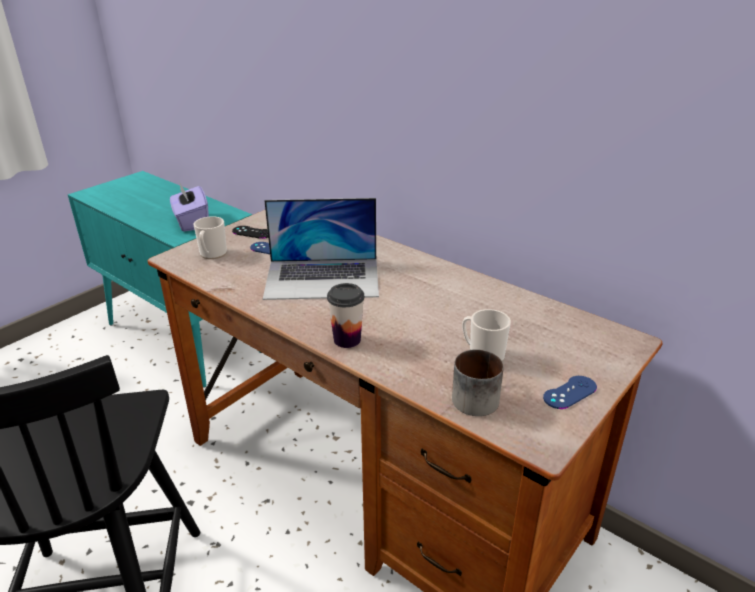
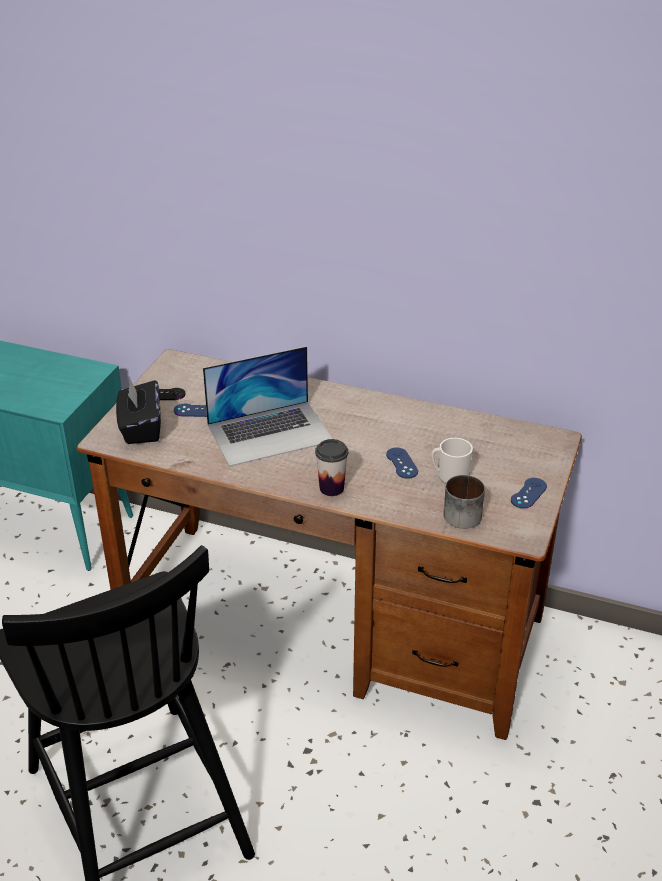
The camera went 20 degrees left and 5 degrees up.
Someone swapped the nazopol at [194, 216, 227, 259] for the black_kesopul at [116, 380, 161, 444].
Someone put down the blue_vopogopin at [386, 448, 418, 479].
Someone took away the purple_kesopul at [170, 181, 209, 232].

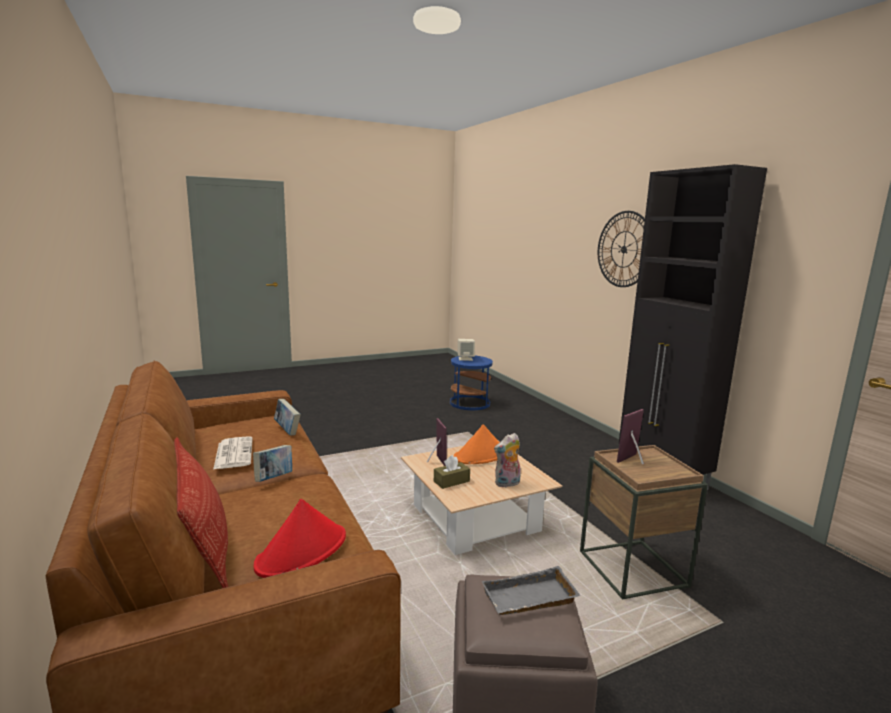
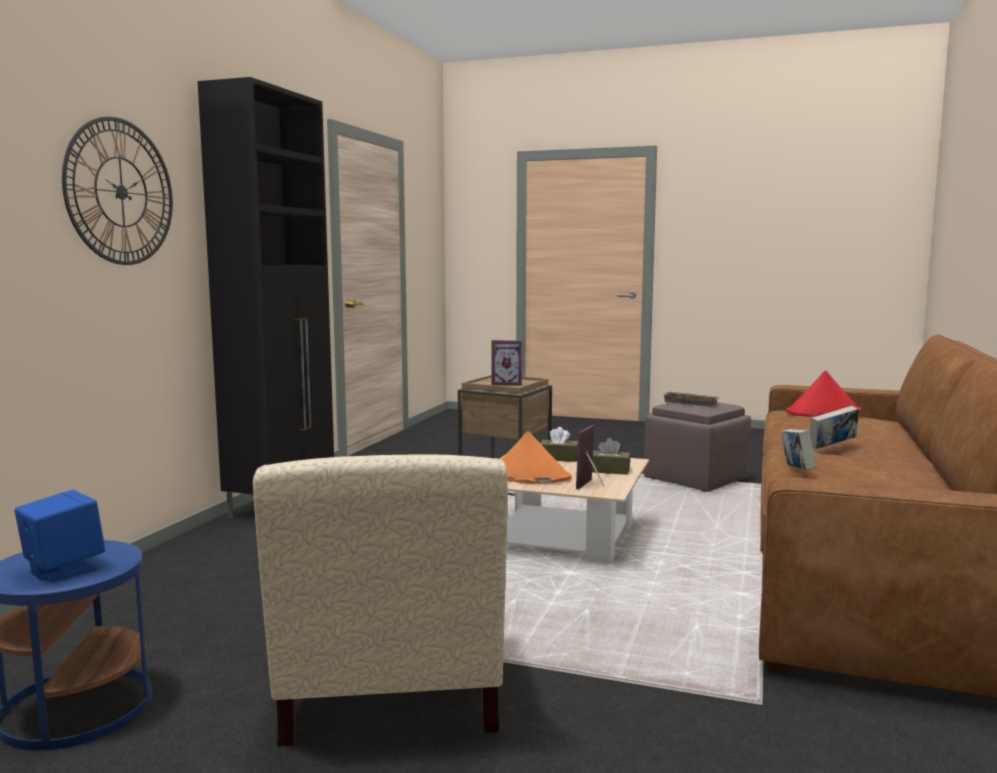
The camera went 135 degrees left and 5 degrees down.
Someone repainted the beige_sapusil at [458, 339, 475, 361], which became the blue_sapusil at [15, 490, 105, 581].
Someone put down the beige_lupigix at [253, 454, 508, 747].
Someone swapped the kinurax at [494, 433, 521, 487] for the brown_kesopul at [540, 427, 578, 462].
Someone took away the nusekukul at [174, 437, 228, 588].
Someone took away the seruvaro at [213, 436, 253, 470].

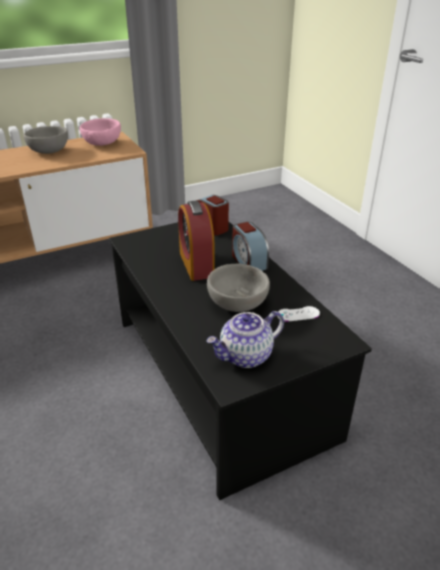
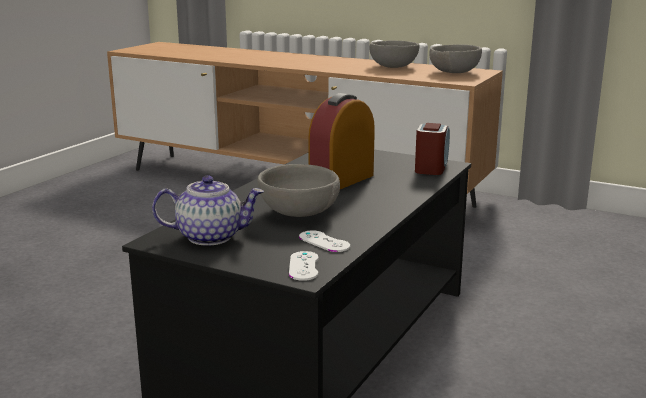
The camera went 55 degrees right and 15 degrees down.
Someone rotated the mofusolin at [206, 311, 284, 368] by 150 degrees clockwise.
Someone put down the white_vopogopin at [289, 251, 319, 281].
Someone repainted the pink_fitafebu at [80, 118, 121, 146], which became the grey_fitafebu at [429, 44, 482, 73].
Someone took away the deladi at [232, 222, 269, 271].

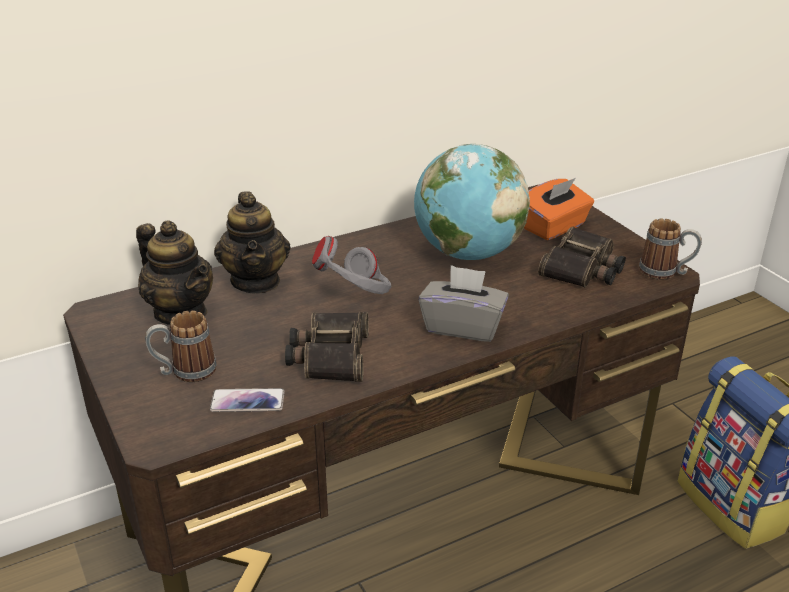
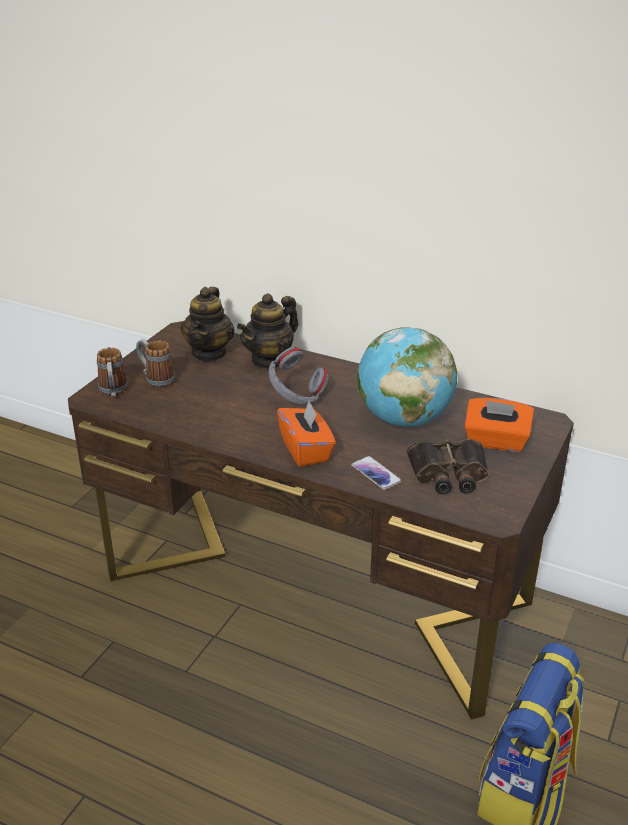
The camera went 55 degrees right and 0 degrees up.
Someone carried the nazopol from [639, 218, 702, 280] to [97, 347, 128, 397].
Someone repainted the grey_kesopul at [419, 265, 509, 342], which became the orange_kesopul at [277, 401, 336, 467].
Someone carried the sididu from [210, 388, 285, 412] to [351, 456, 402, 490].
Someone took away the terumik at [285, 312, 369, 382].

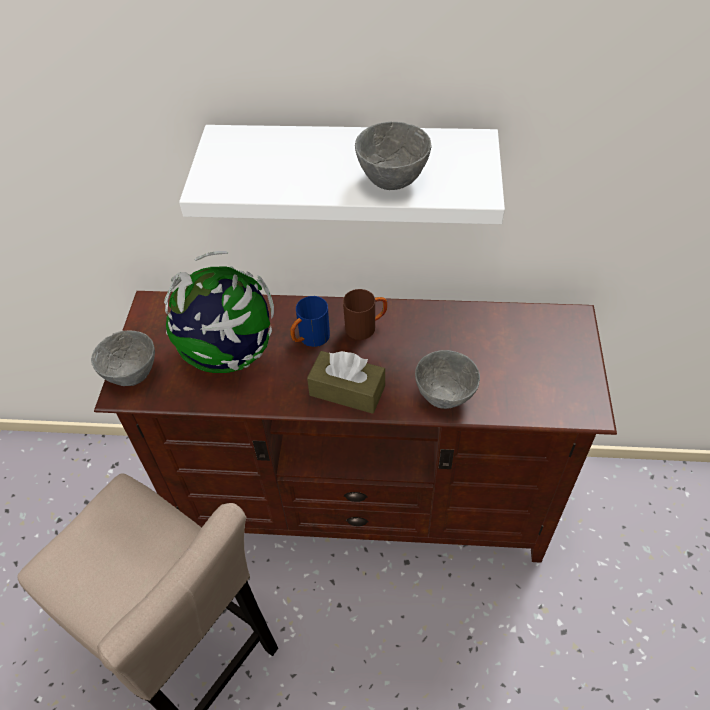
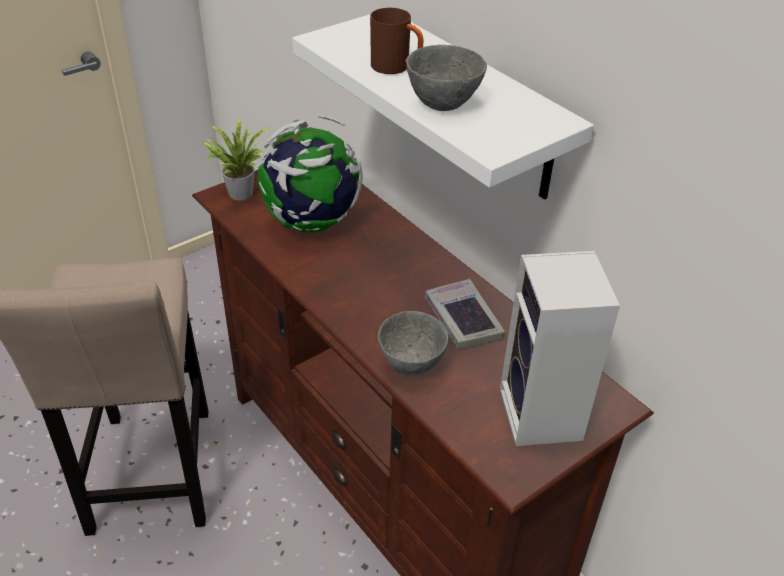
The camera went 45 degrees right and 10 degrees down.
Someone swapped the grey_fitafebu at [91, 330, 155, 386] for the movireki at [202, 117, 272, 201].
Someone carried the brown_nazopol from [343, 289, 387, 340] to [370, 8, 423, 74].
Someone put down the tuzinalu at [425, 279, 505, 349].
Someone put down the sapusil at [500, 251, 620, 446].
Someone took away the blue_nazopol at [290, 296, 330, 347].
Someone took away the brown_kesopul at [307, 351, 385, 414].

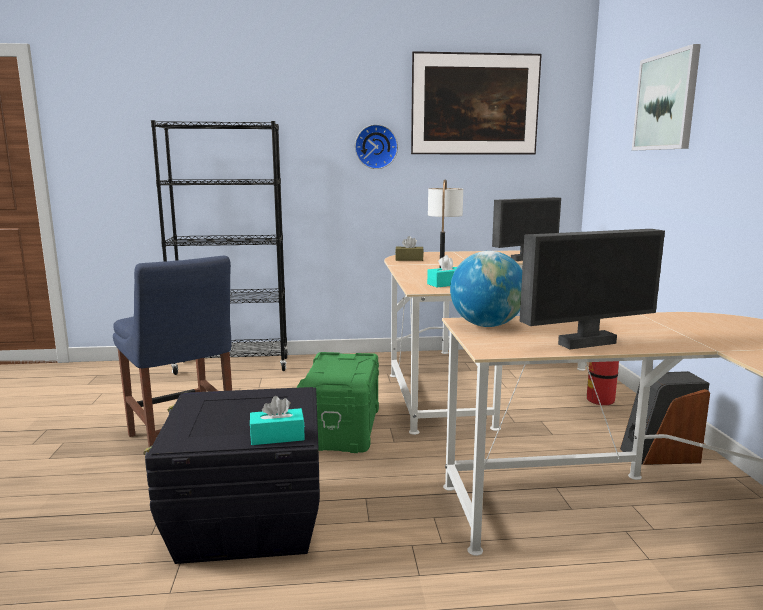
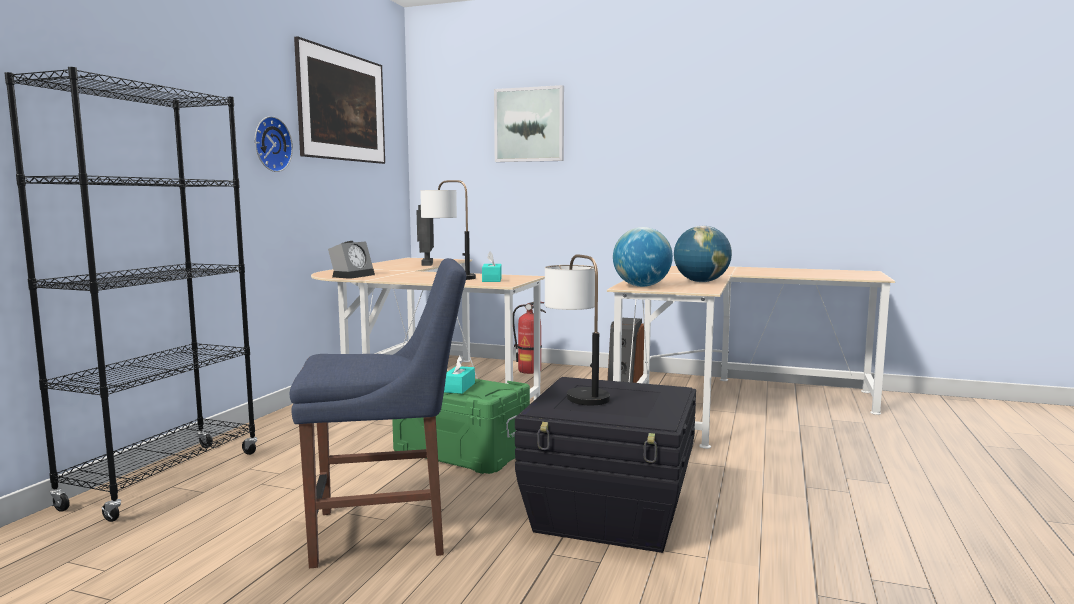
The camera went 65 degrees left and 5 degrees down.
Someone swapped the brown_kesopul at [395, 236, 424, 261] for the deladi at [328, 241, 375, 279].
Someone carried the turquoise_kesopul from [250, 396, 305, 445] to [444, 355, 475, 394].
Someone put down the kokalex at [545, 254, 610, 405].
Someone swapped the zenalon at [520, 229, 665, 349] for the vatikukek at [674, 226, 732, 282].

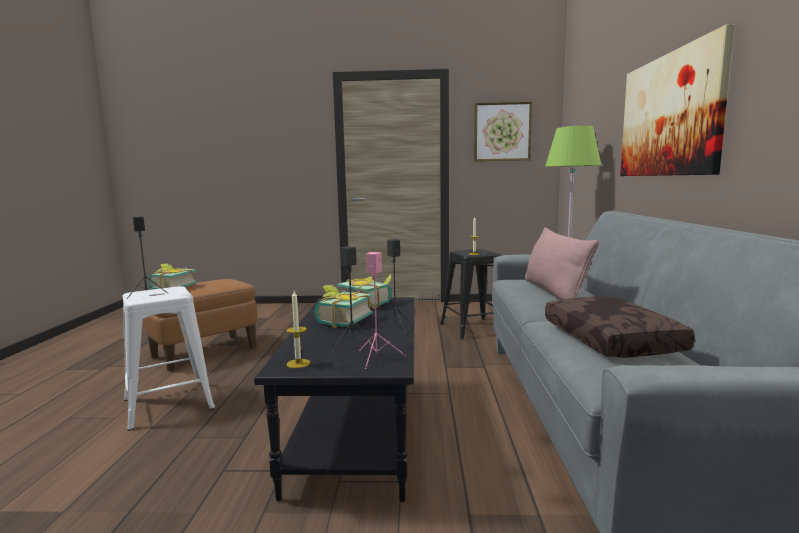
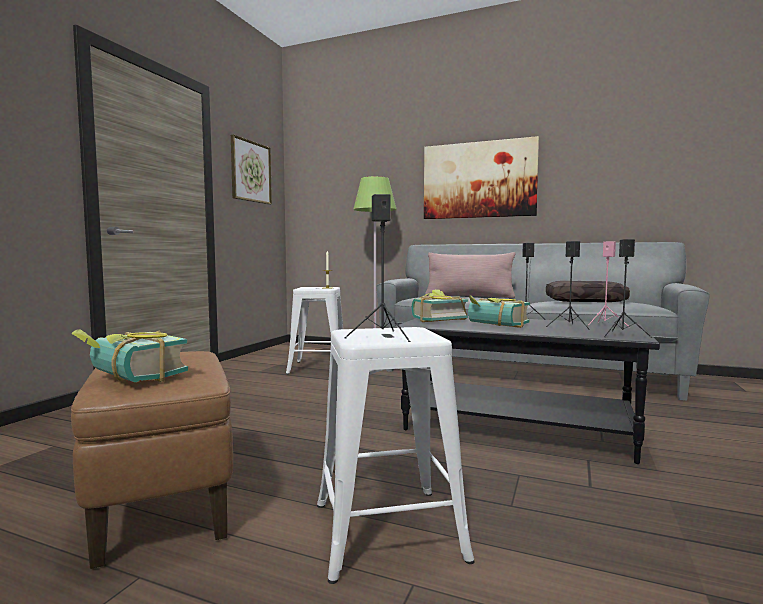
The camera went 70 degrees left and 5 degrees down.
Someone repainted the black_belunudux at [440, 249, 501, 339], which became the white_belunudux at [286, 287, 343, 374].
Someone swapped the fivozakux at [286, 291, 310, 368] for the black_sapusil at [604, 239, 653, 338].

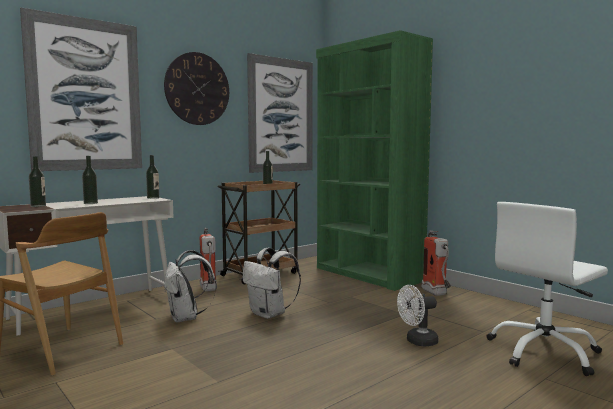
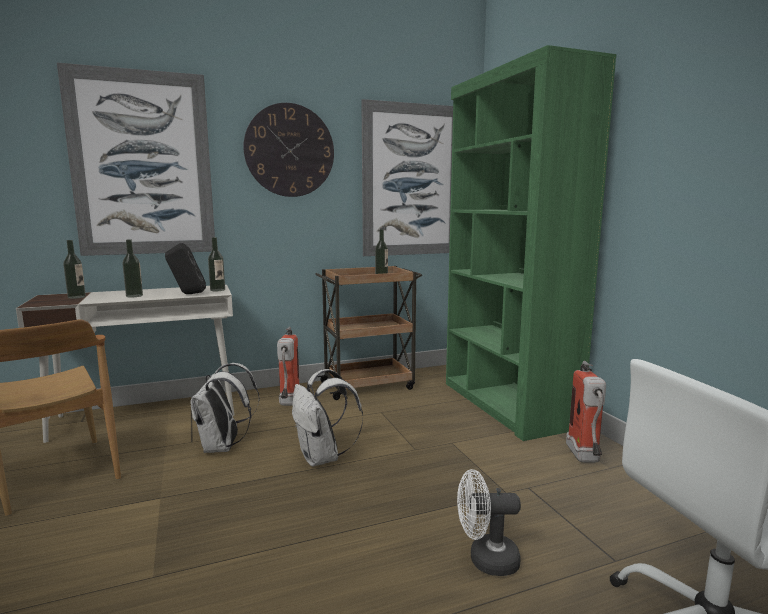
The camera went 20 degrees right and 5 degrees up.
Someone put down the black_sapusil at [165, 243, 206, 294].

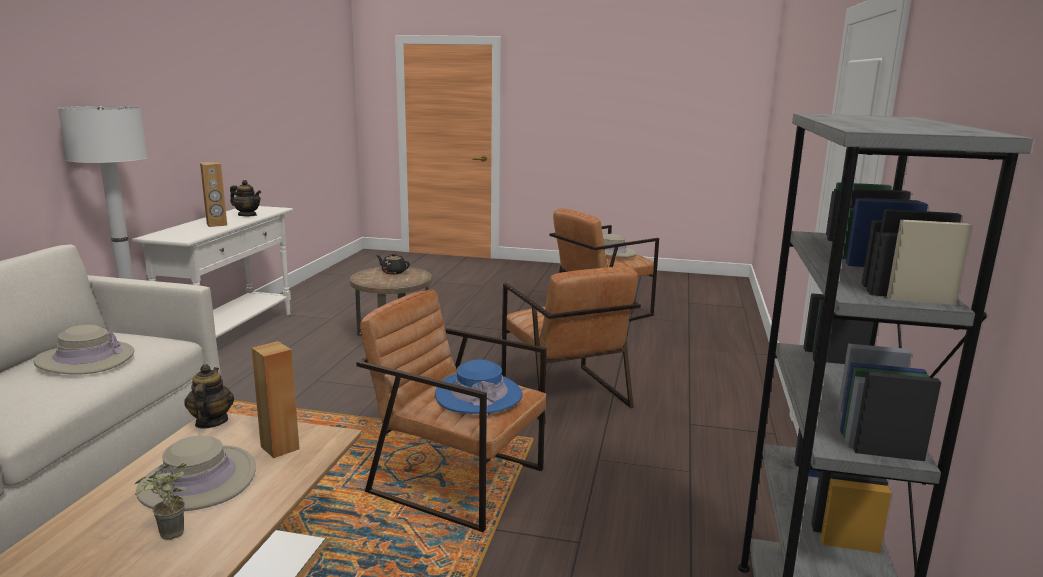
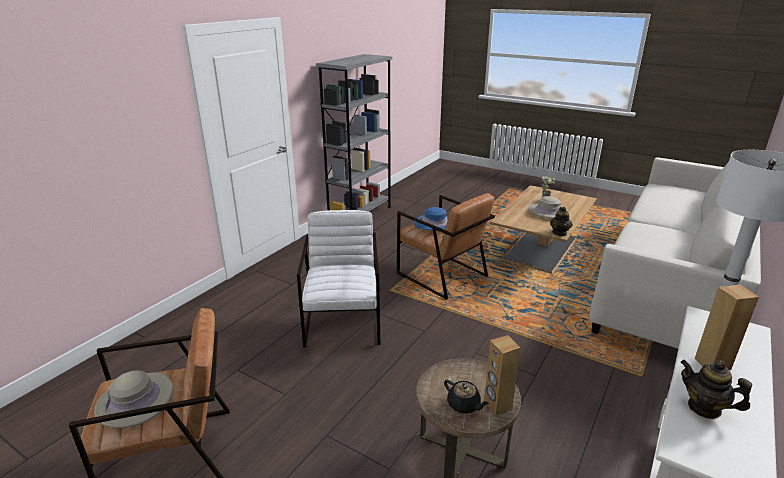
The camera went 160 degrees left and 10 degrees up.
Someone repainted the brown_lupigix at [501, 267, 641, 424], which became the white_lupigix at [297, 210, 380, 348].
Someone carried the brown_sapusil from [252, 341, 300, 458] to [484, 335, 520, 416].
Someone took away the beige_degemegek at [34, 325, 134, 375].

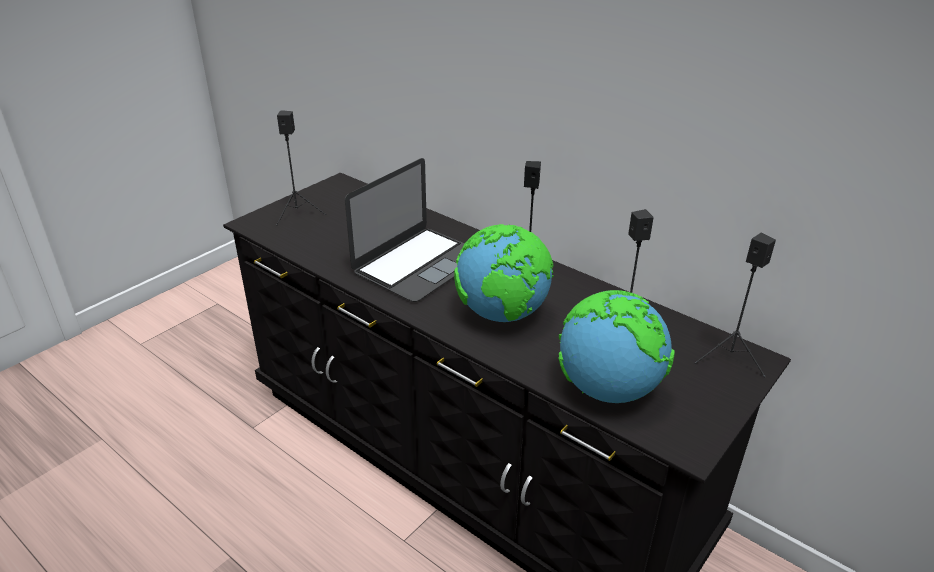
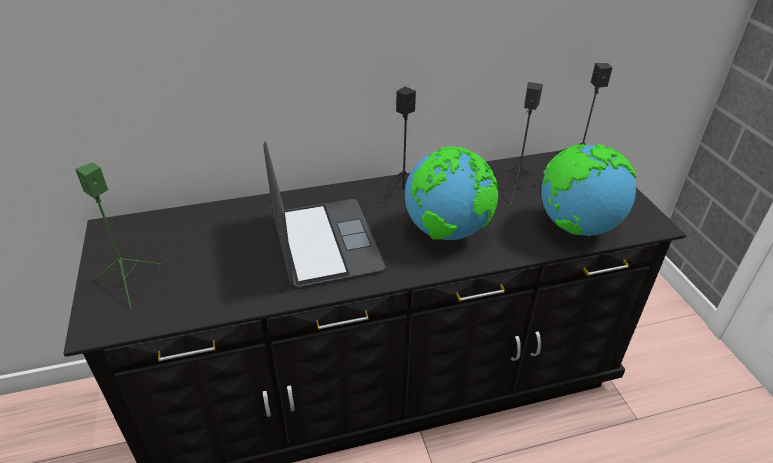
The camera went 55 degrees left and 5 degrees up.
Someone repainted the black_sapusil at [276, 110, 326, 226], which became the green_sapusil at [75, 162, 161, 309].

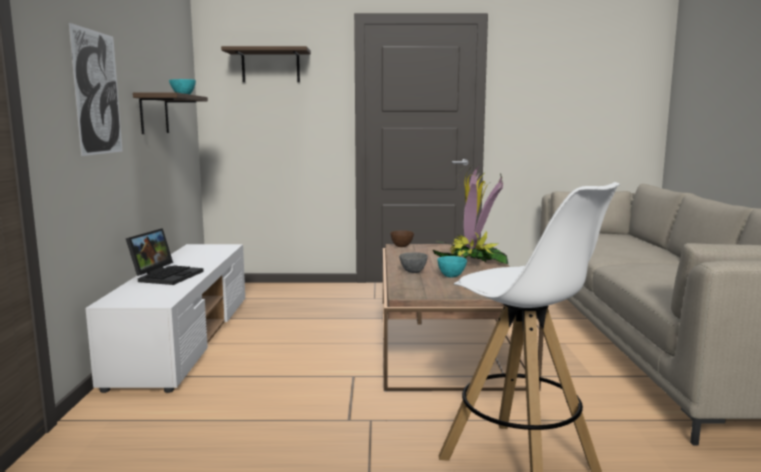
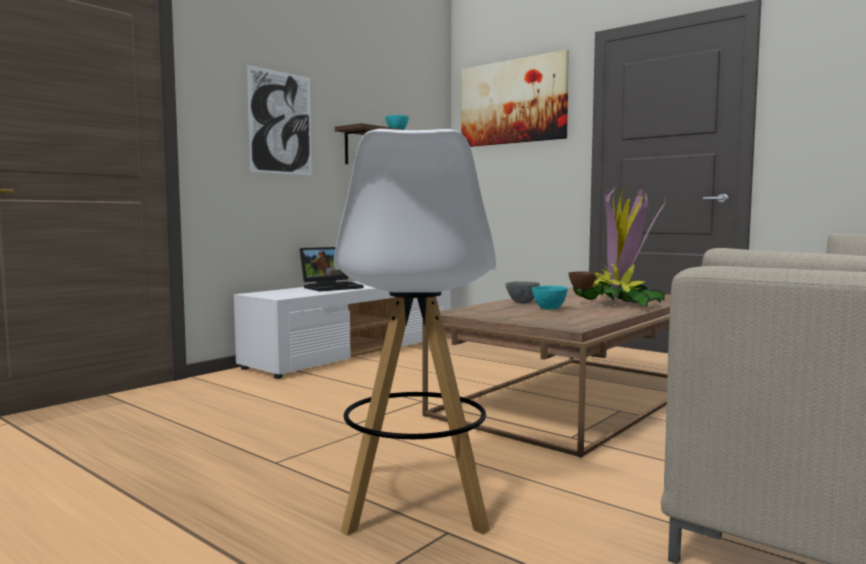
The camera went 40 degrees right and 5 degrees down.
Someone swapped the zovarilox at [221, 46, 311, 82] for the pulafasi at [461, 50, 569, 147].

